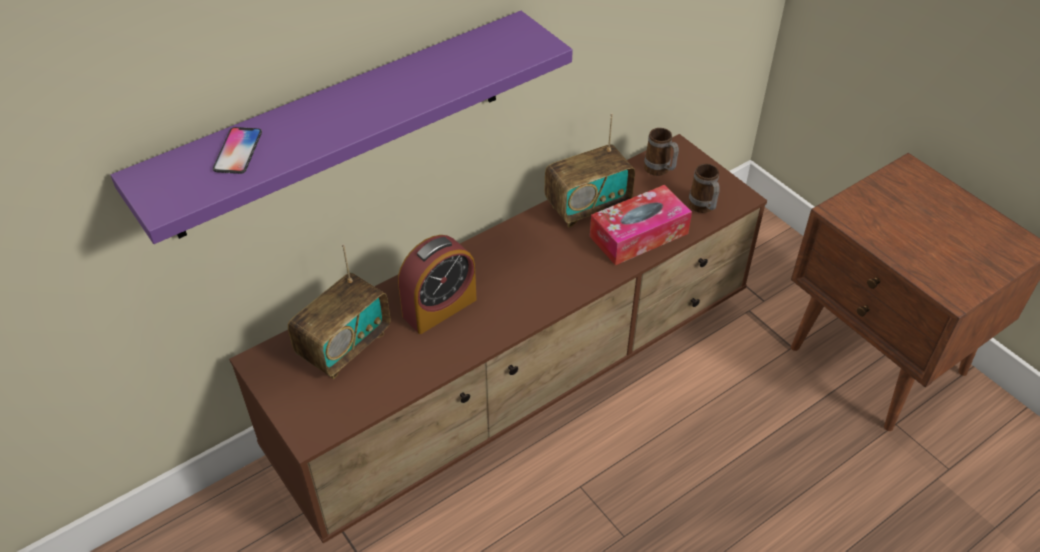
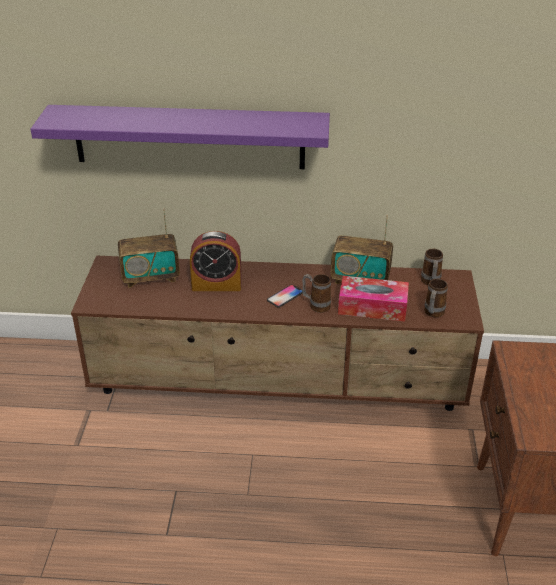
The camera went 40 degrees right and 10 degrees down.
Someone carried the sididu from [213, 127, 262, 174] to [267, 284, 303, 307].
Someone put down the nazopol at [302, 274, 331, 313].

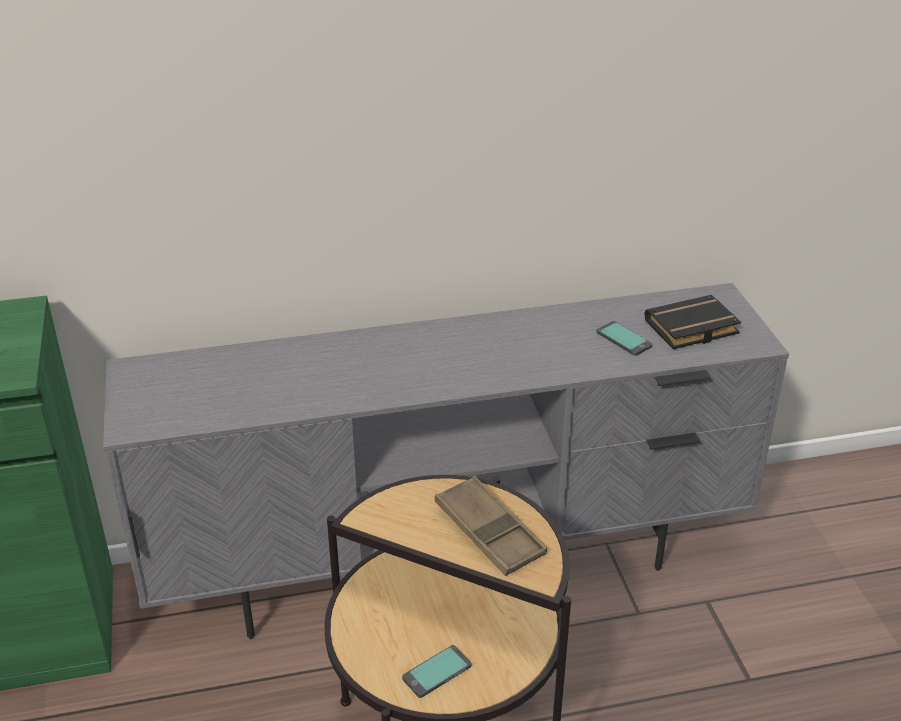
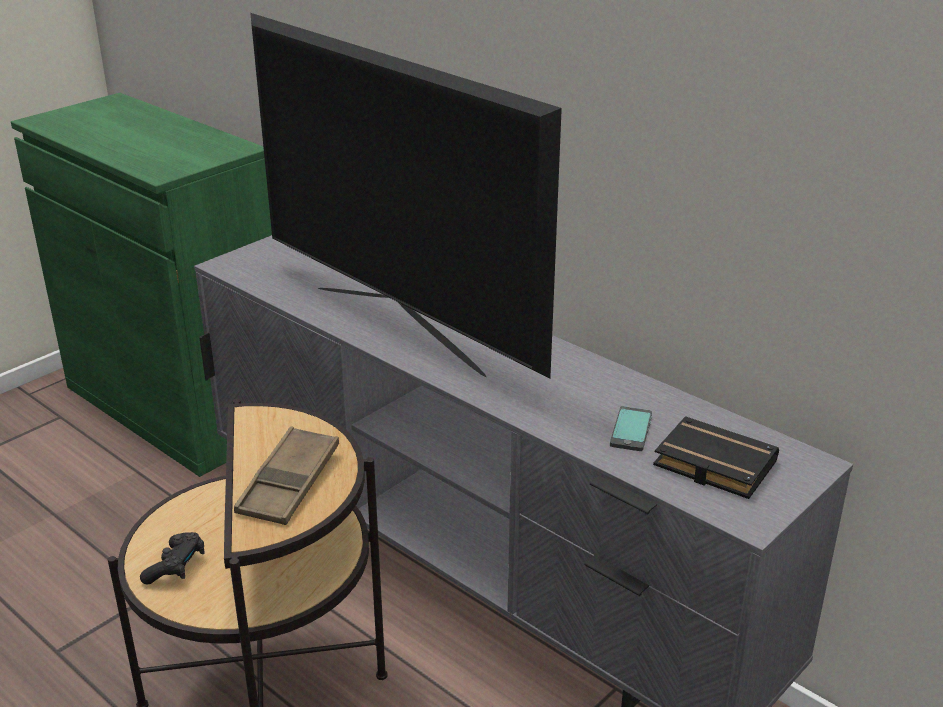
The camera went 55 degrees right and 5 degrees down.
Someone swapped the sididu at [402, 645, 471, 698] for the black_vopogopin at [140, 532, 204, 585].
Someone put down the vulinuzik at [250, 13, 562, 378].

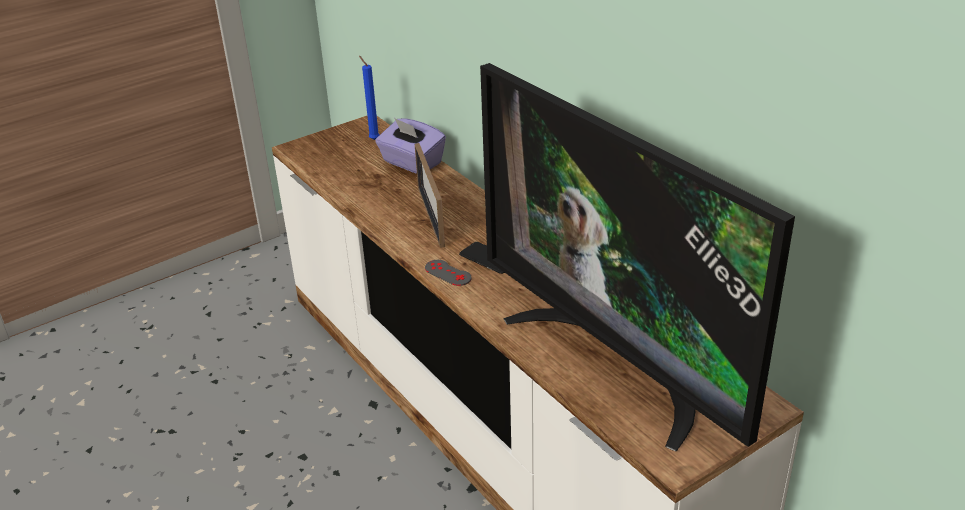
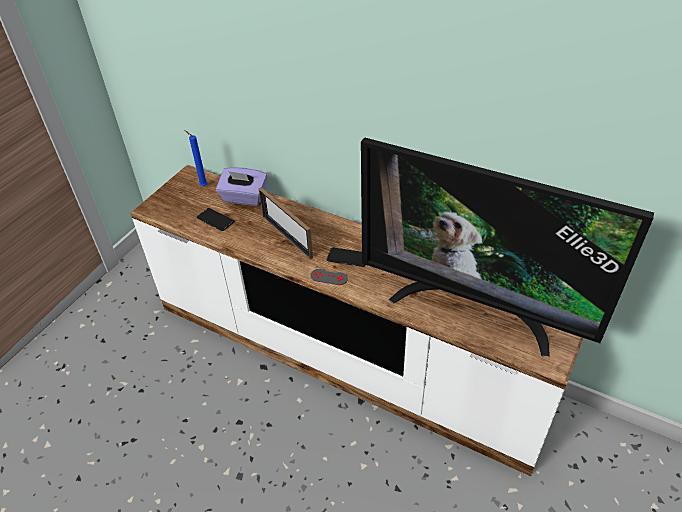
The camera went 25 degrees left and 10 degrees up.
Someone put down the sididu at [197, 208, 234, 231].

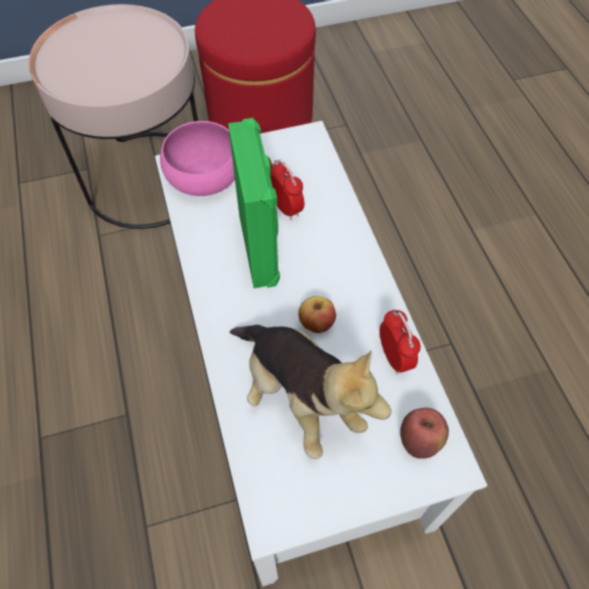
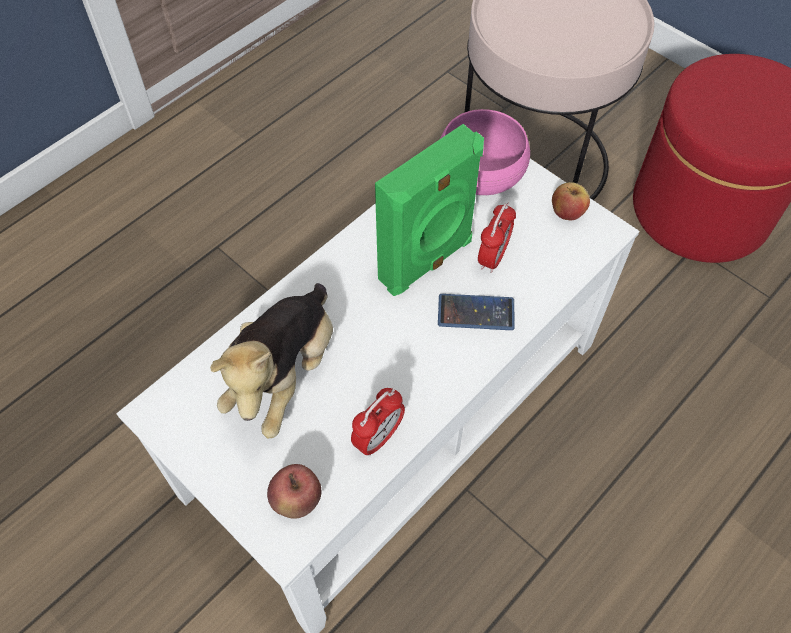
The camera went 60 degrees right and 0 degrees up.
Someone put down the sididu at [438, 294, 515, 330].
Someone carried the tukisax from [298, 296, 336, 333] to [552, 182, 590, 220].

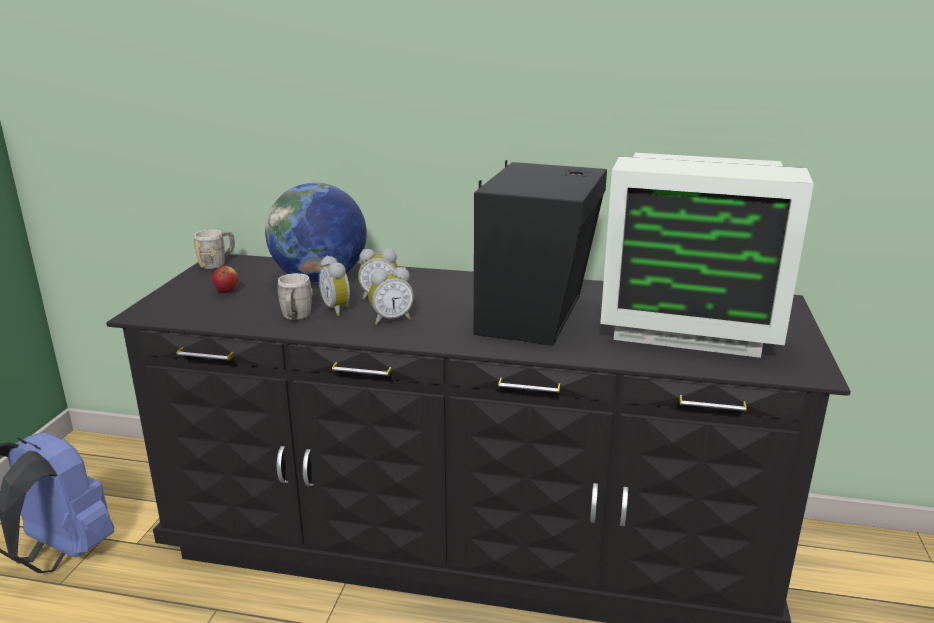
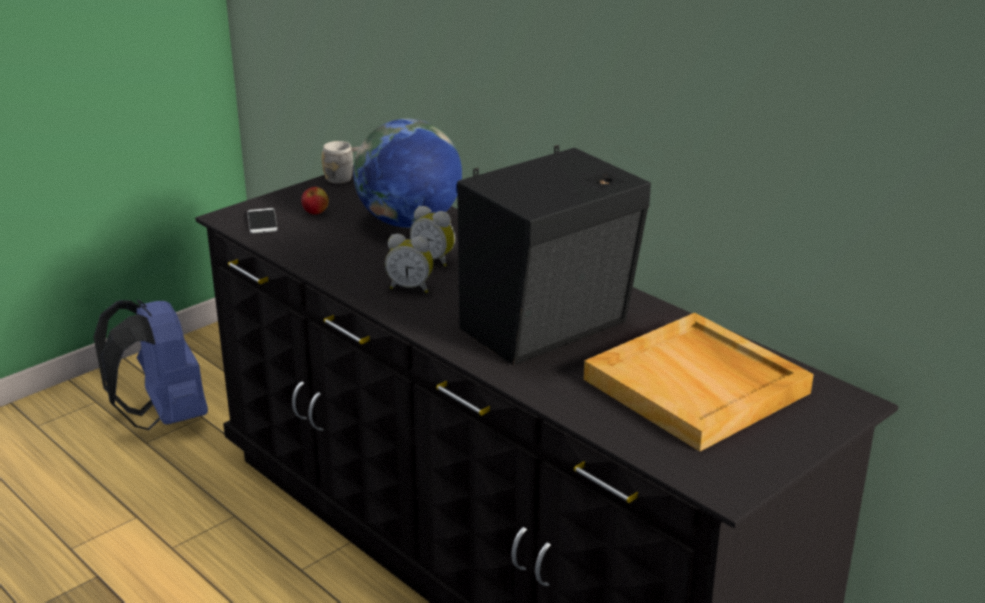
The camera went 35 degrees right and 5 degrees up.
Someone put down the sididu at [248, 208, 278, 233].
Someone swapped the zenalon at [600, 153, 814, 358] for the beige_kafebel at [584, 313, 814, 451].
Someone took away the grey_nazopol at [278, 273, 313, 320].
Someone took away the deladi at [319, 255, 350, 316].

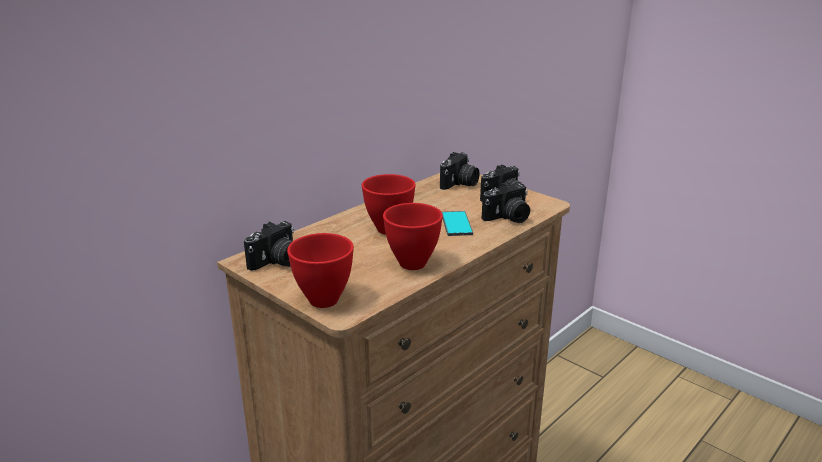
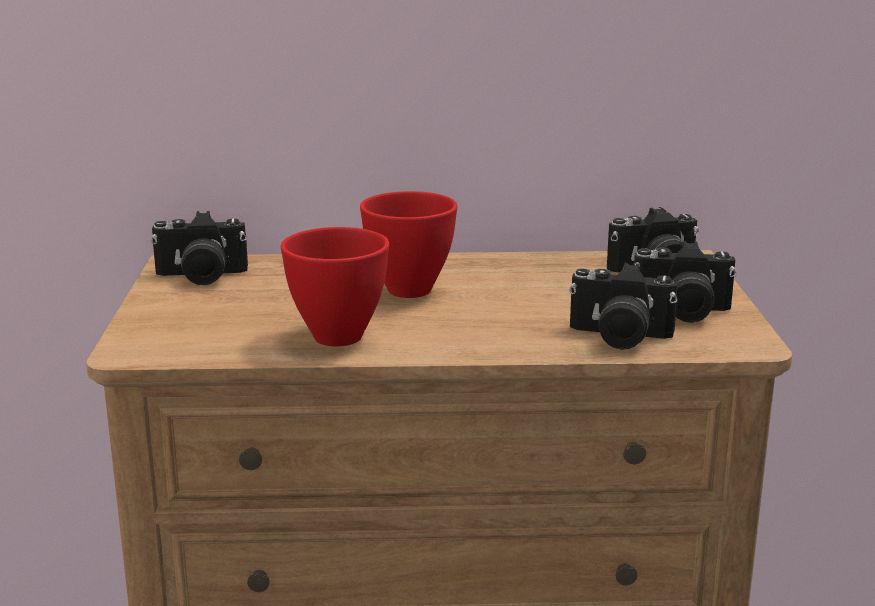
The camera went 45 degrees right and 5 degrees down.
Someone took away the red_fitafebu at [287, 233, 354, 308].
Someone took away the sididu at [442, 211, 473, 236].

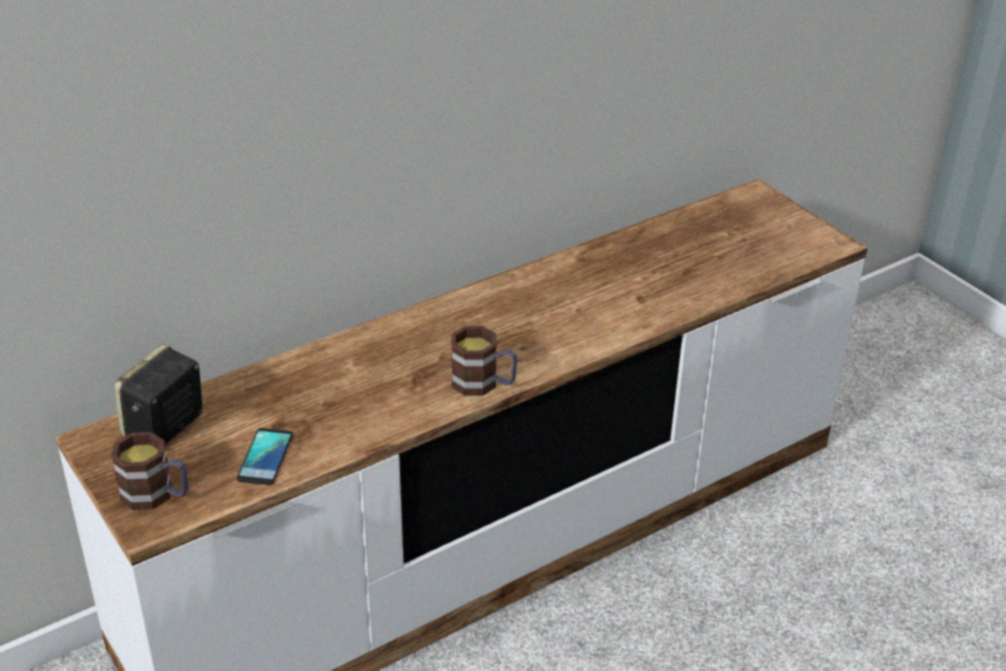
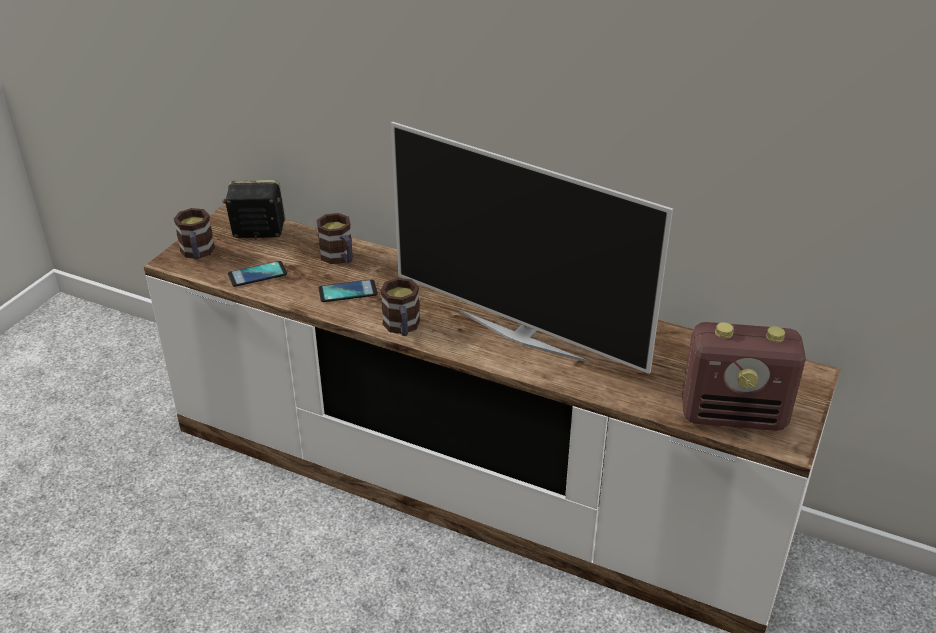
The camera went 60 degrees right and 0 degrees up.
Someone put down the nazopol at [317, 213, 353, 264].
Someone put down the sididu at [319, 280, 378, 302].
Someone put down the vulinuzik at [391, 122, 673, 374].
Someone put down the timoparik at [682, 322, 806, 431].

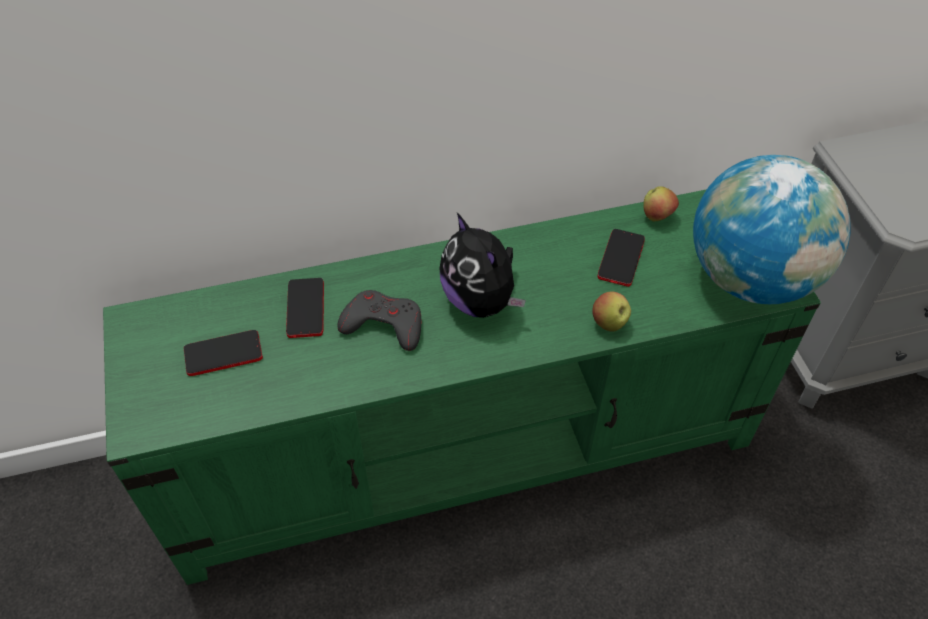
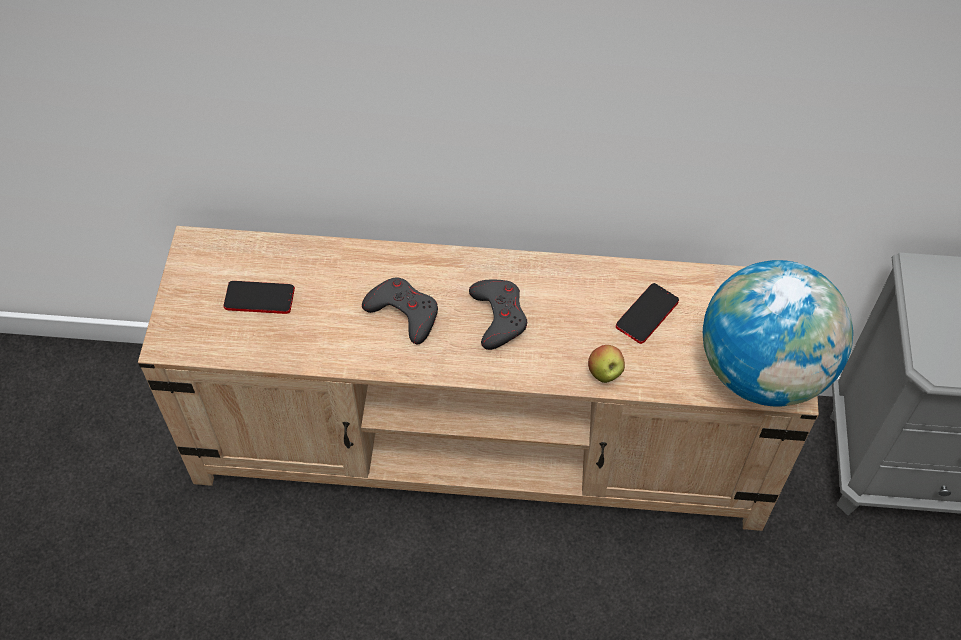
The camera went 20 degrees right and 5 degrees up.
Someone repainted the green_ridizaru at [103, 189, 821, 585], which became the beige_ridizaru at [138, 226, 819, 531].
Someone swapped the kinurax at [439, 213, 526, 318] for the grey_vopogopin at [469, 280, 527, 350].
Someone took away the sididu at [286, 278, 324, 338].
Someone took away the tukisax at [643, 186, 679, 221].

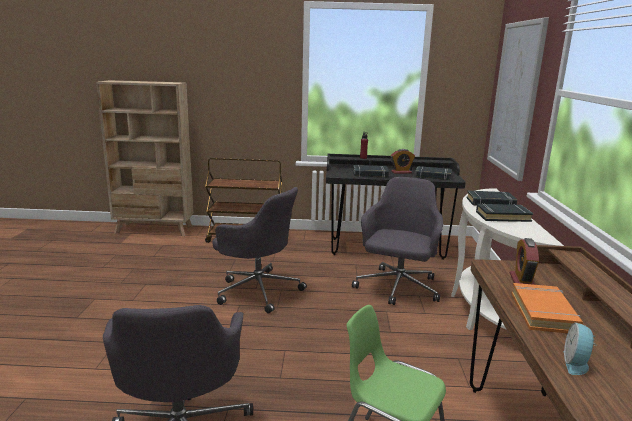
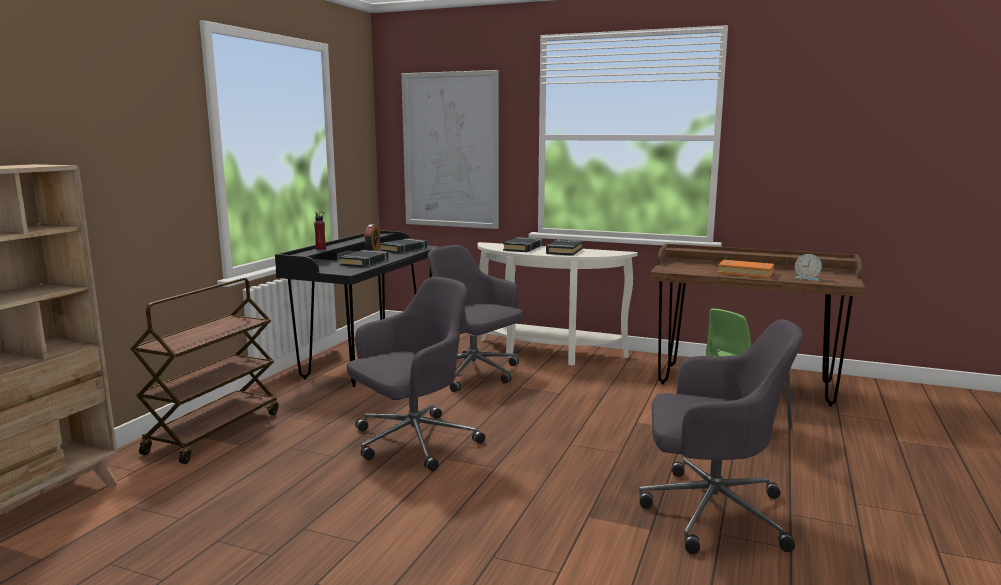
The camera went 70 degrees left and 5 degrees down.
Someone took away the deladi at [510, 238, 539, 285].

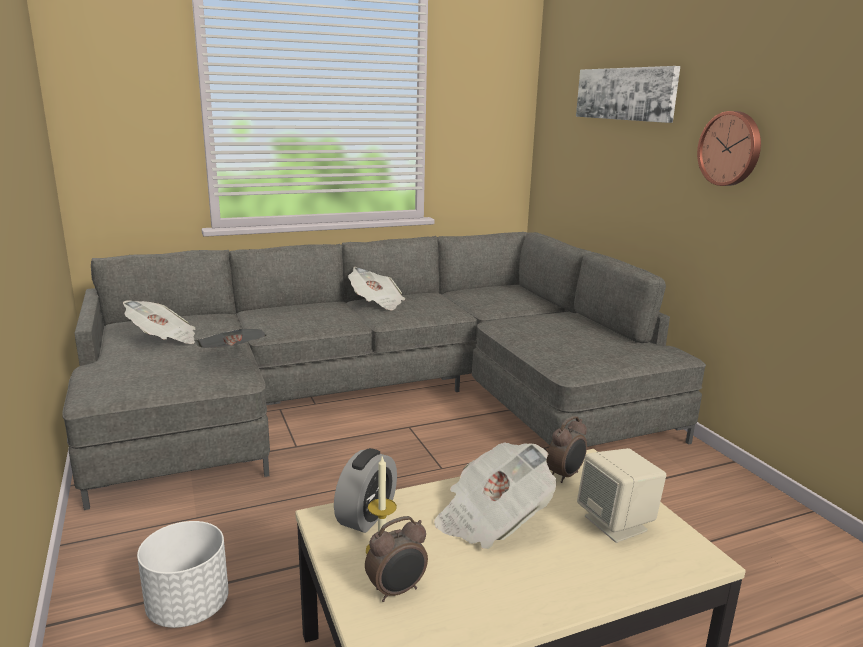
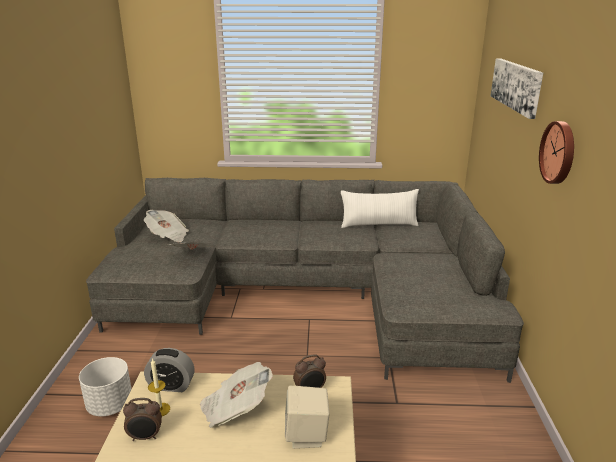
The camera went 25 degrees right and 5 degrees up.
Someone rotated the deladi at [334, 448, 397, 533] by 45 degrees clockwise.
Someone put down the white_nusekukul at [341, 189, 419, 228].
Someone took away the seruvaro at [348, 267, 405, 310].

